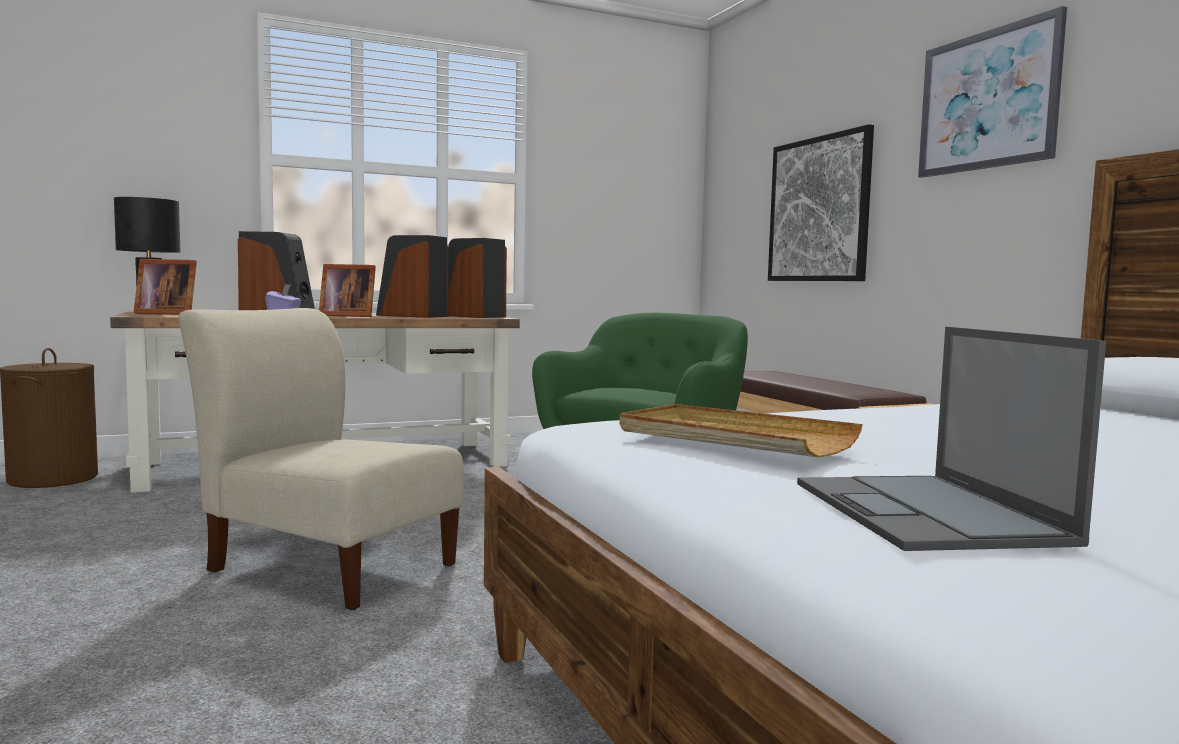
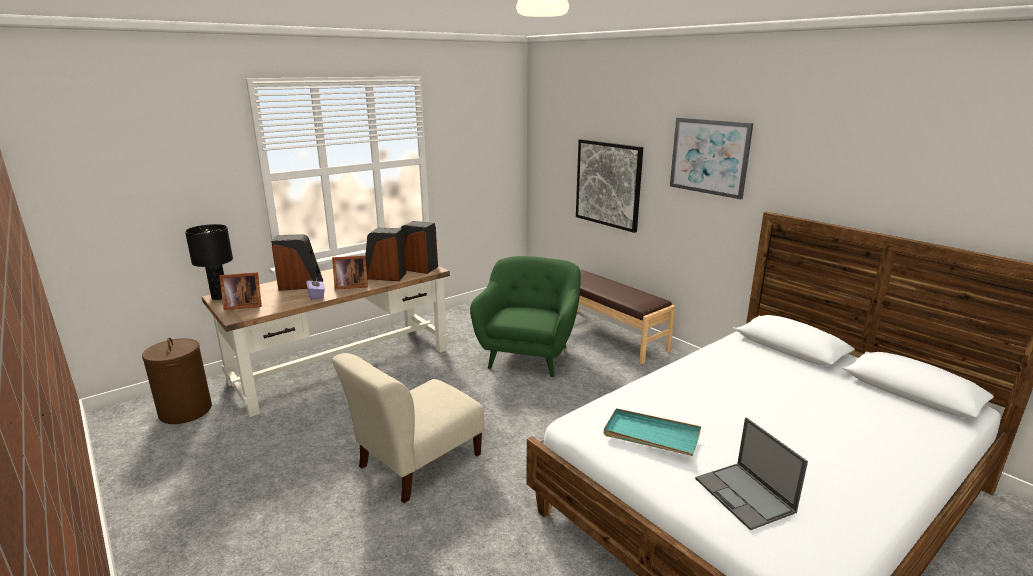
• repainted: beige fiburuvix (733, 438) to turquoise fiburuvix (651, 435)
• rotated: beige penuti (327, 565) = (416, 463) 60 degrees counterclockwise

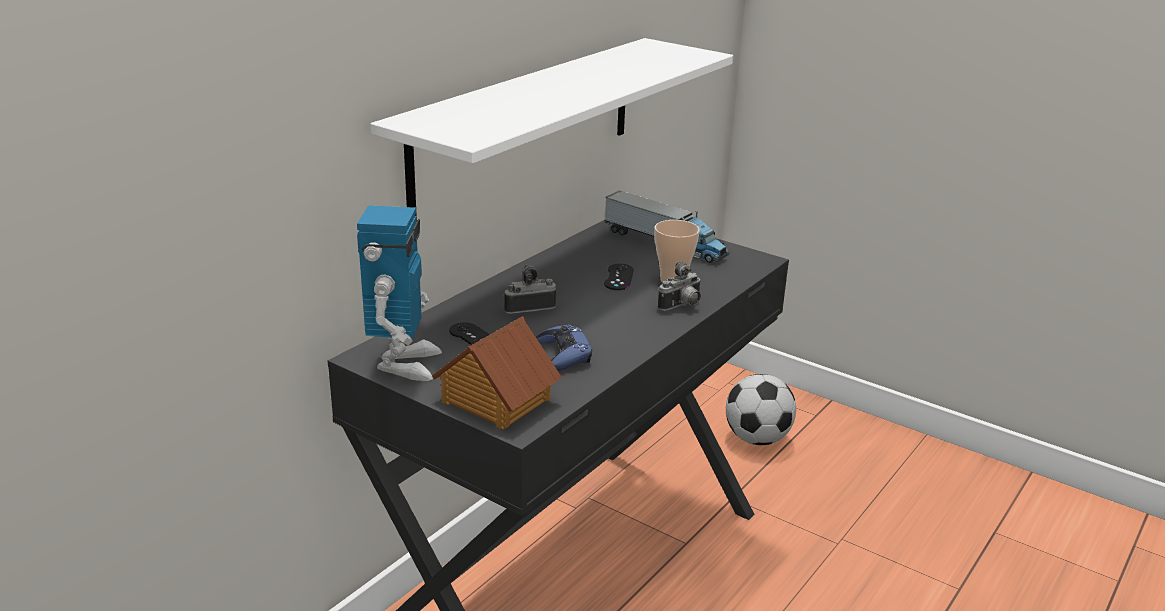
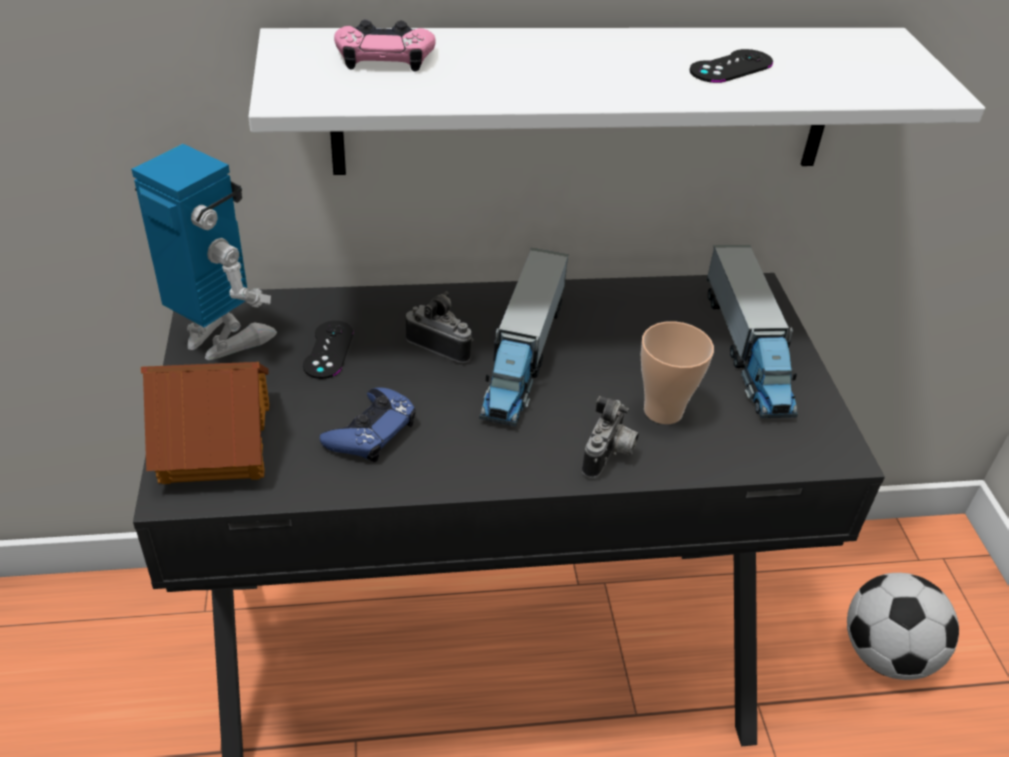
• new: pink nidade (384, 57)
• new: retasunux (523, 355)
• shifted: black nidade (618, 277) to (731, 67)
• rotated: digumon (403, 363) = (221, 338) 105 degrees counterclockwise
• rotated: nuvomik (682, 306) = (609, 455) 75 degrees counterclockwise

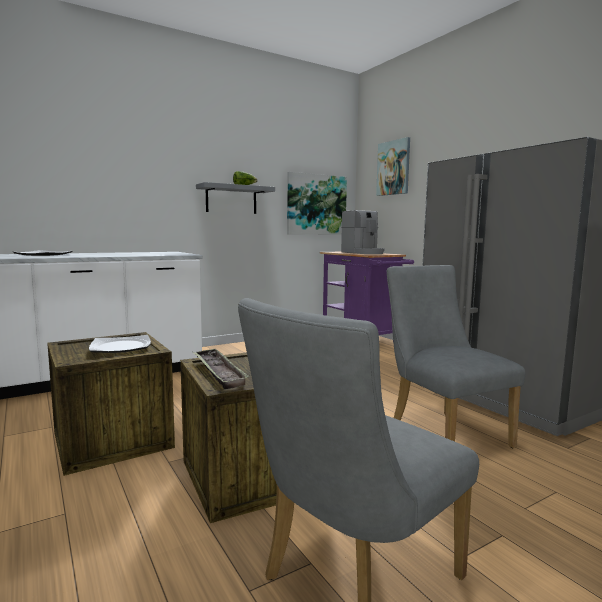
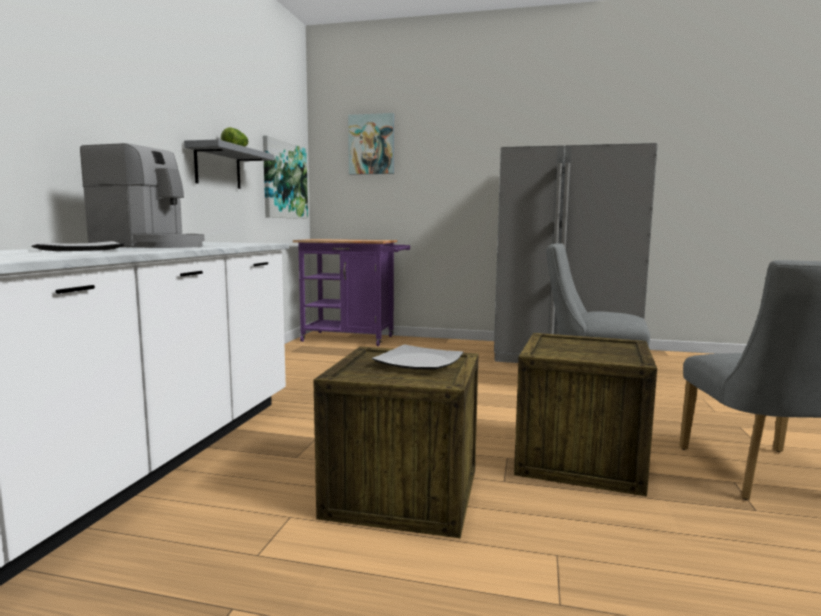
• gone: fiburuvix (218, 372)
• shifted: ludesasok (363, 253) to (151, 246)

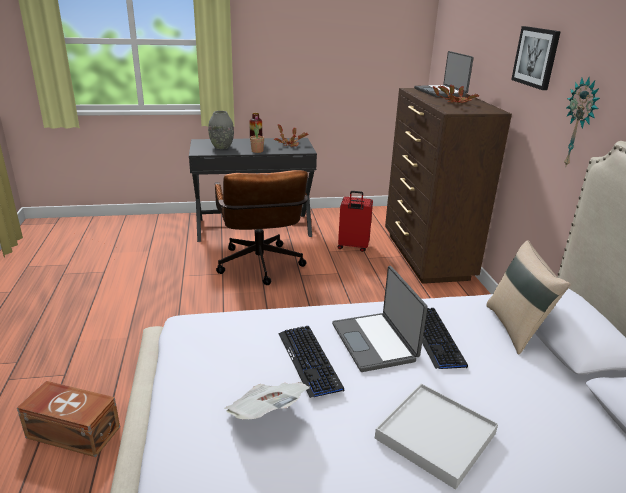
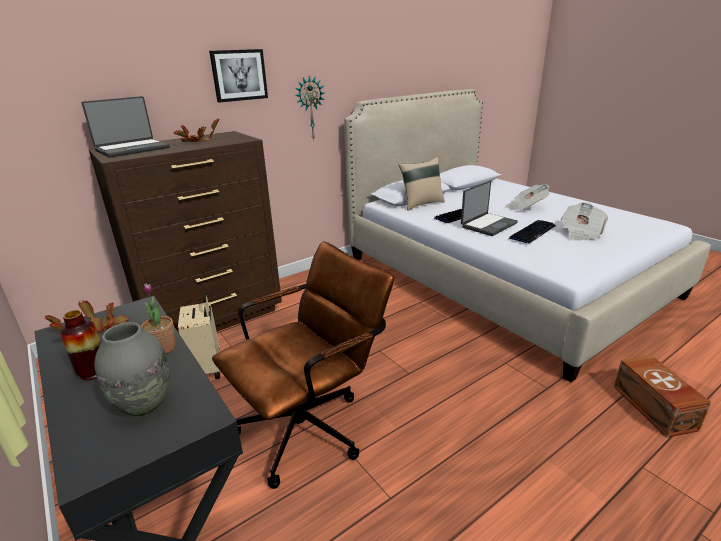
• swapped: white fiburuvix (435, 435) to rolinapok (526, 207)
• repainted: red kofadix (353, 247) to beige kofadix (208, 369)

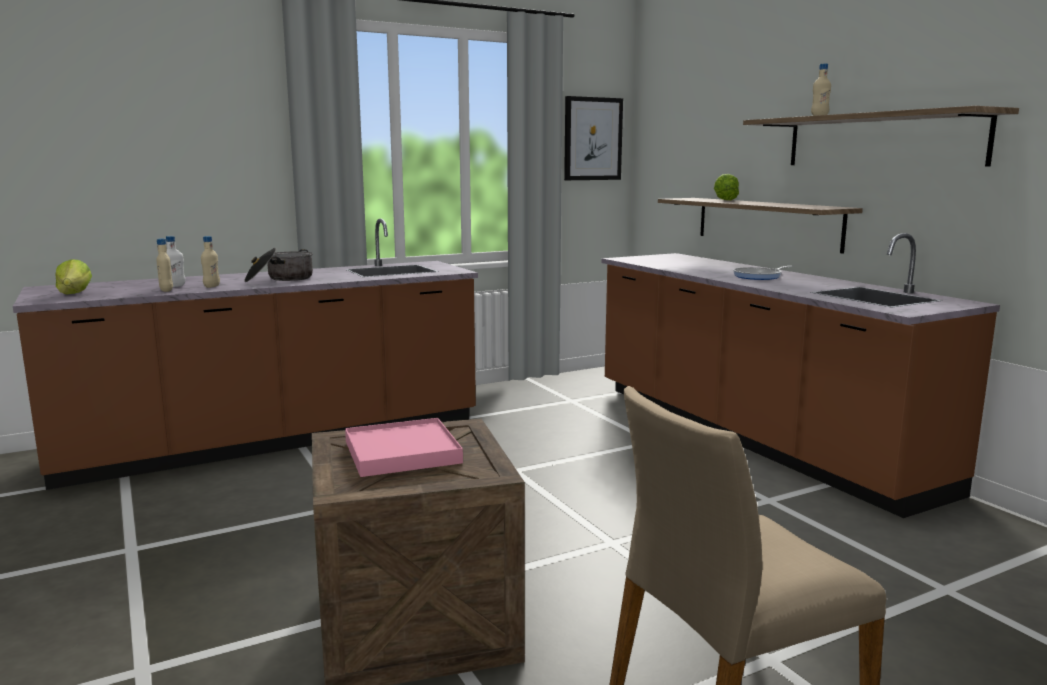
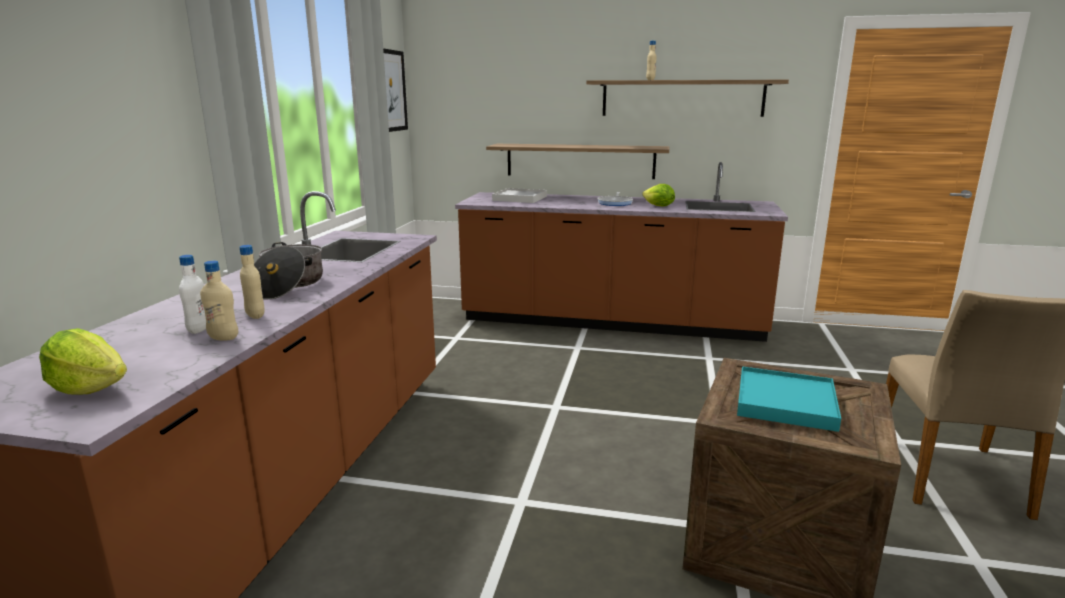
• new: white fiburuvix (520, 198)
• shifted: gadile (725, 200) to (658, 206)
• repainted: pink fiburuvix (402, 452) to turquoise fiburuvix (786, 403)

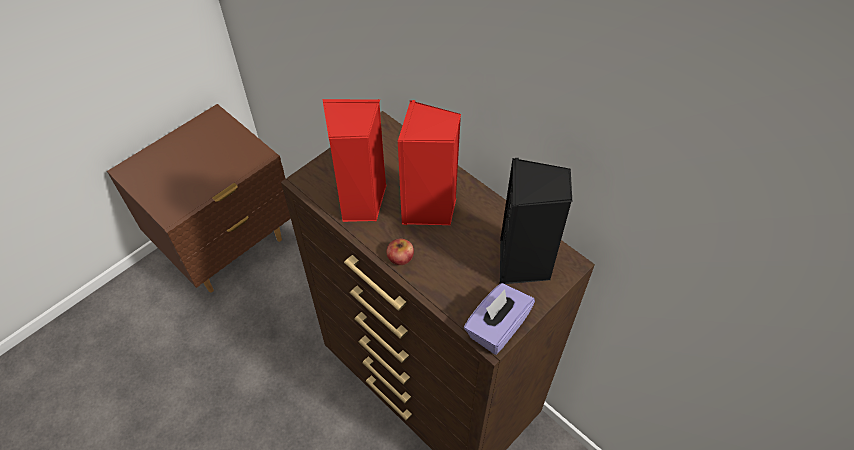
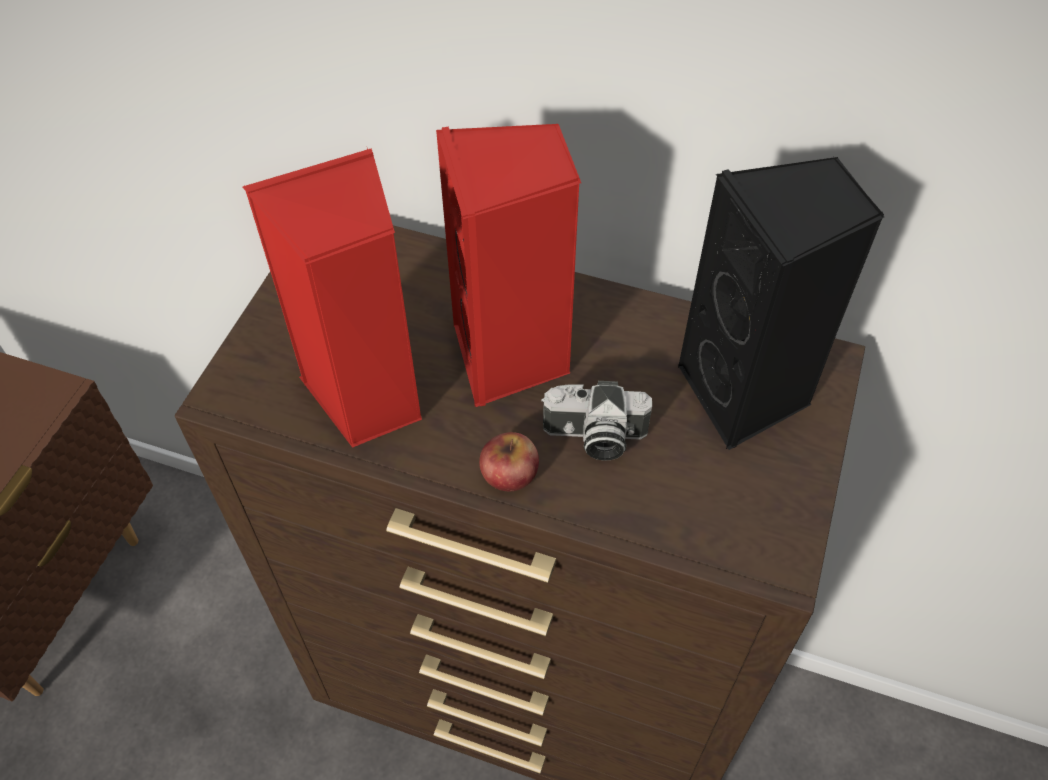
• gone: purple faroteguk (496, 327)
• new: nuvomik (594, 437)

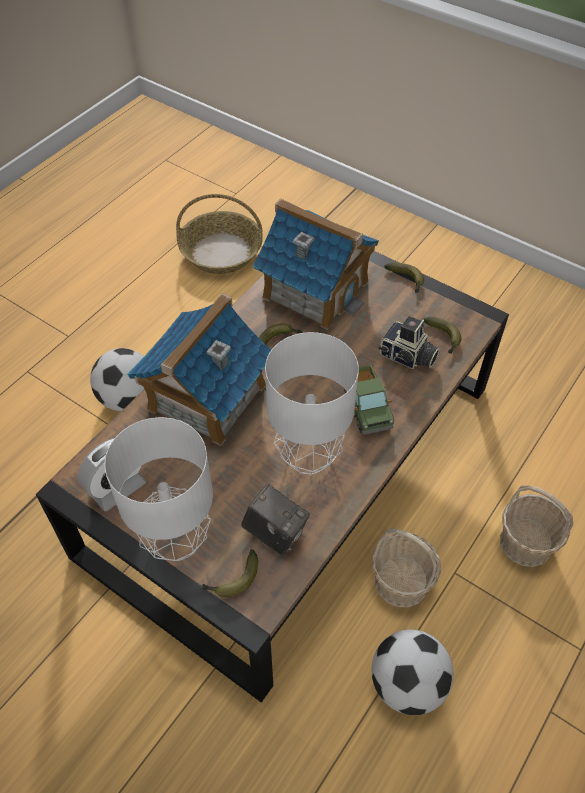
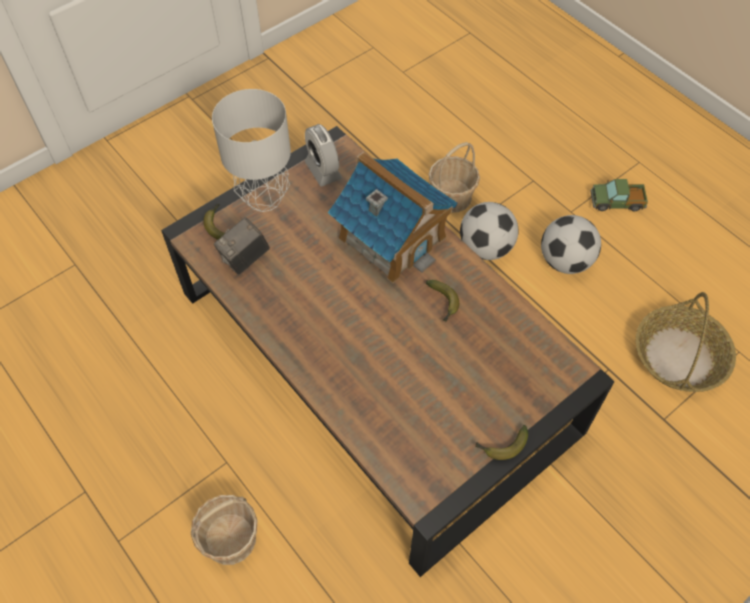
• gone: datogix (315, 289)
• gone: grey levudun (307, 456)
• gone: nuvomik (407, 357)
• gone: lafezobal (443, 338)
• shifted: retasunux (366, 406) to (616, 202)
• shifted: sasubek (401, 581) to (452, 196)
• shifted: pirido (407, 684) to (565, 261)

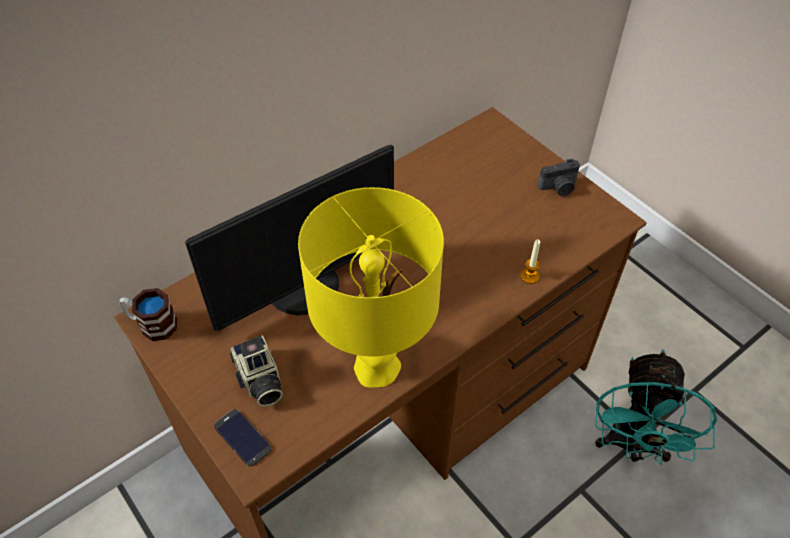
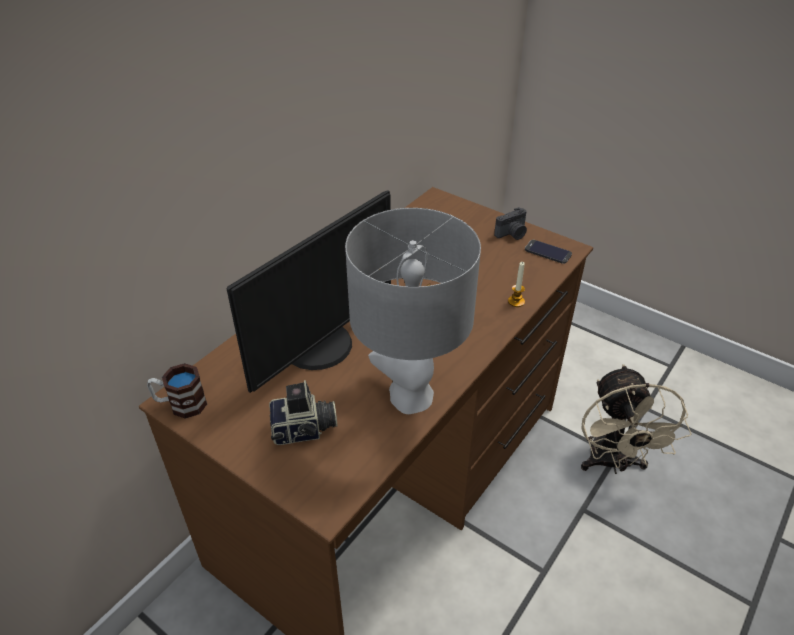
• shifted: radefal (242, 437) to (548, 252)
• repainted: yellow levudun (375, 366) to grey levudun (410, 395)
• repainted: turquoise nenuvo (632, 446) to beige nenuvo (612, 463)
• rotated: nuvomik (259, 381) = (304, 430) 60 degrees counterclockwise

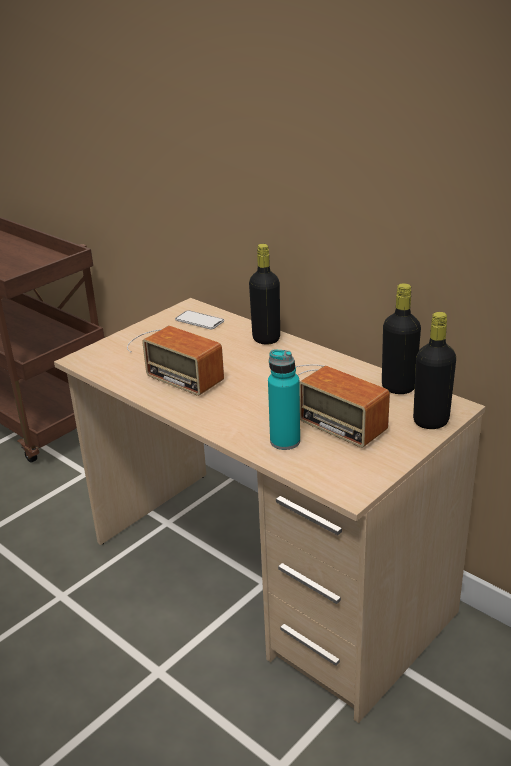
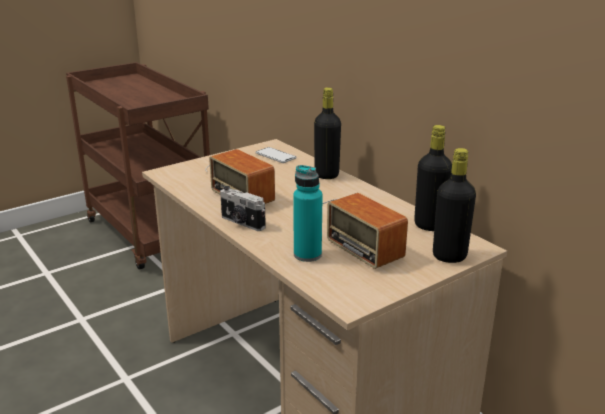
• new: nuvomik (242, 223)

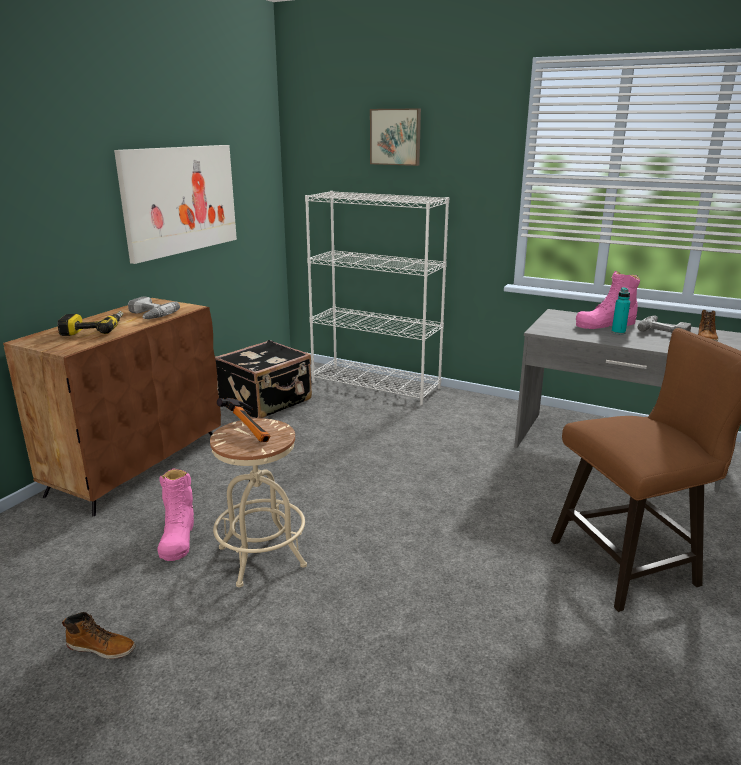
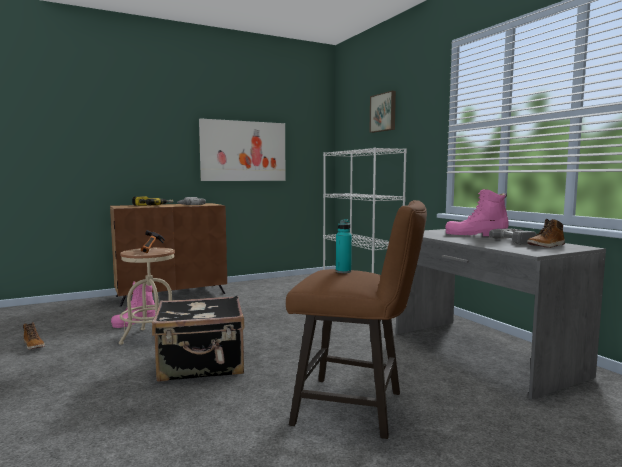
• shifted: black kofadix (267, 402) to (202, 365)
• shifted: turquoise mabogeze (618, 332) to (343, 271)

